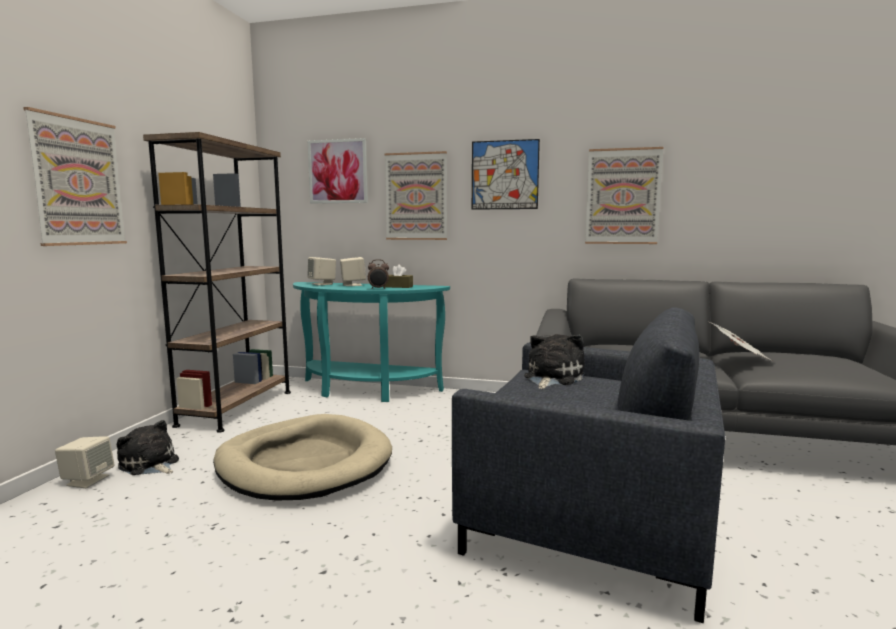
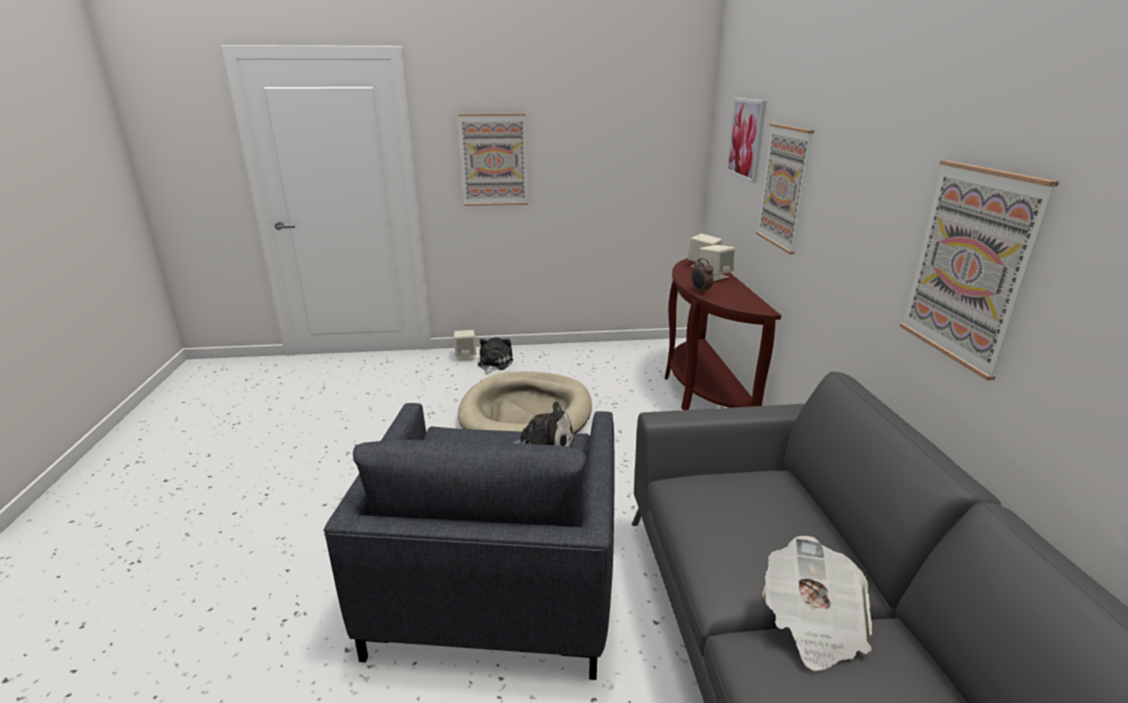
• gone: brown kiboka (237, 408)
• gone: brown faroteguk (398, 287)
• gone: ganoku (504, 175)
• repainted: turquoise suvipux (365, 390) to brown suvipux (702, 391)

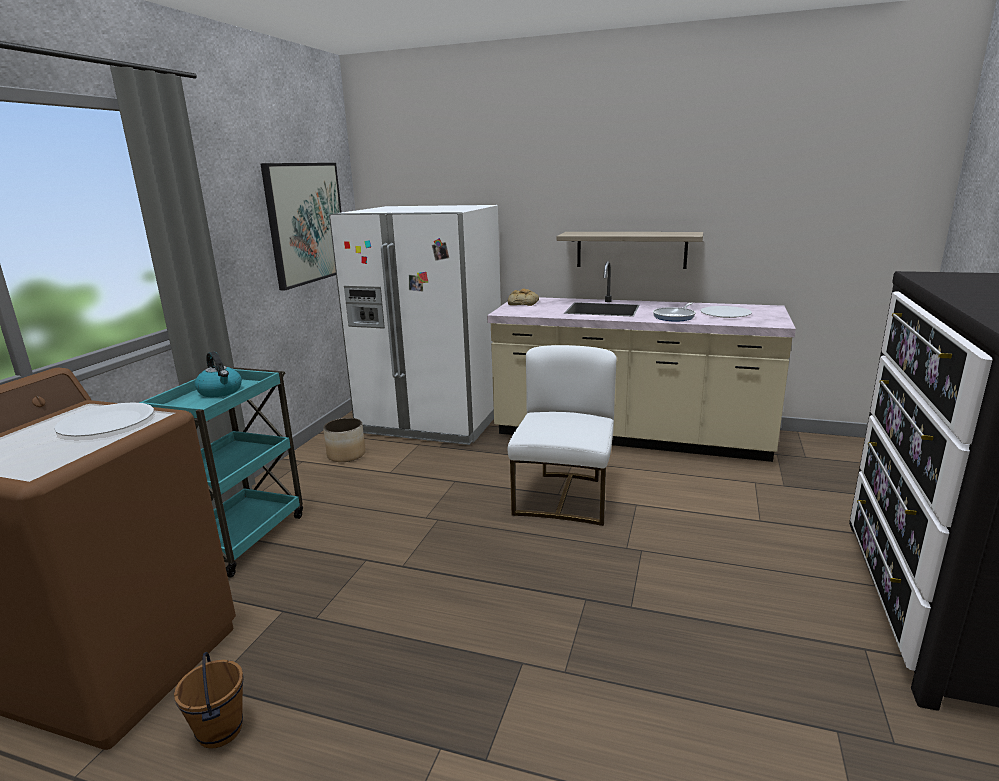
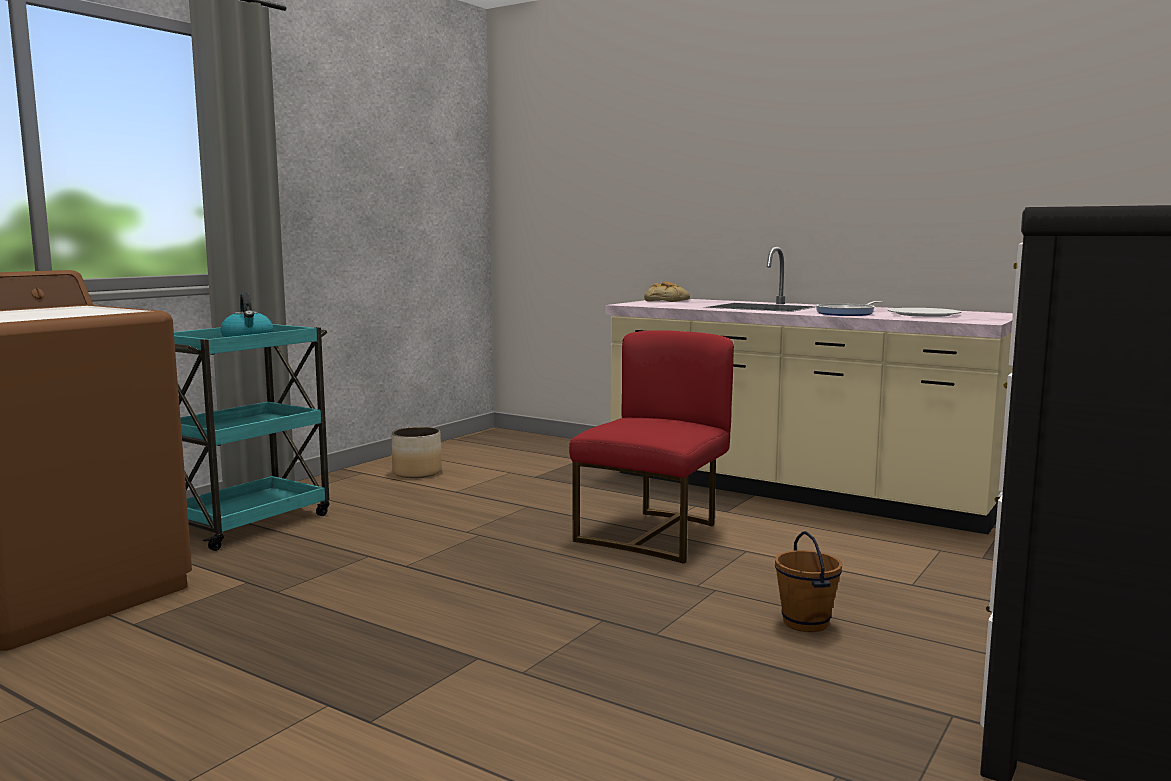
• gone: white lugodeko (106, 422)
• gone: ganoku (306, 223)
• gone: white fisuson (432, 421)
• gone: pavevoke (631, 249)
• shifted: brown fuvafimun (221, 730) to (806, 623)
• repainted: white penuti (564, 497) to red penuti (655, 534)

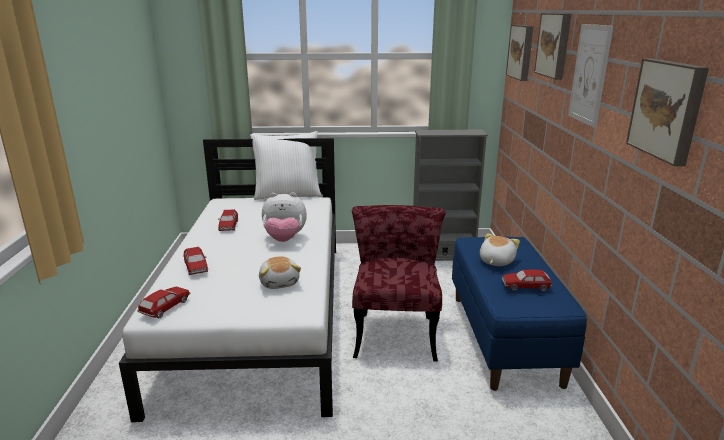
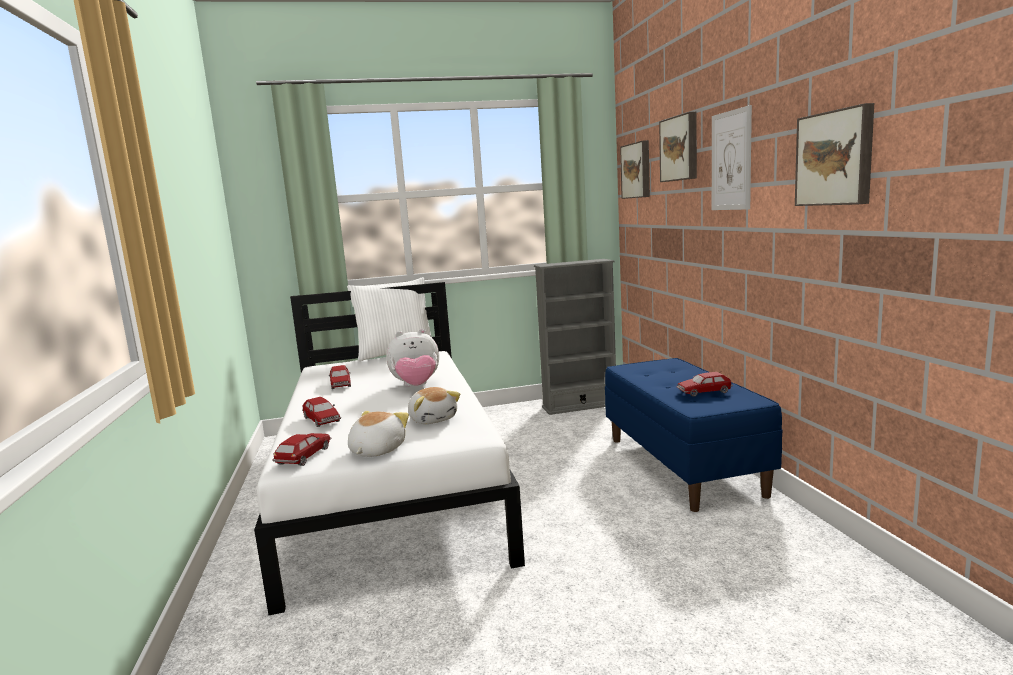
• gone: red penuti (395, 330)
• shifted: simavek (495, 261) to (376, 450)

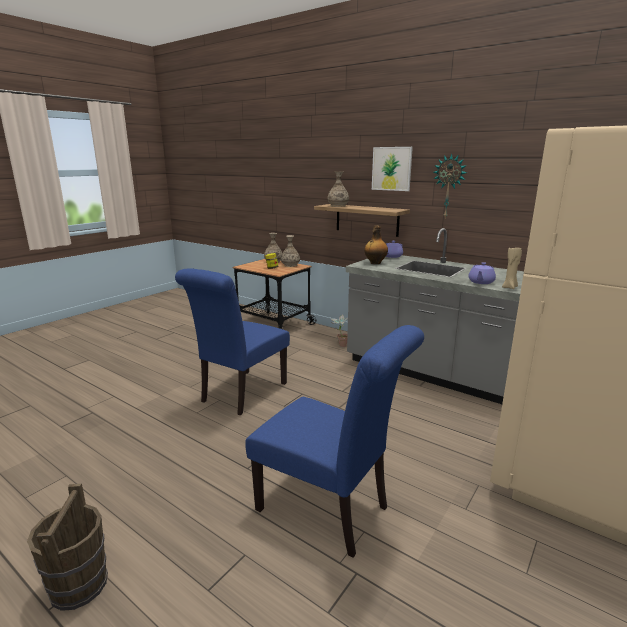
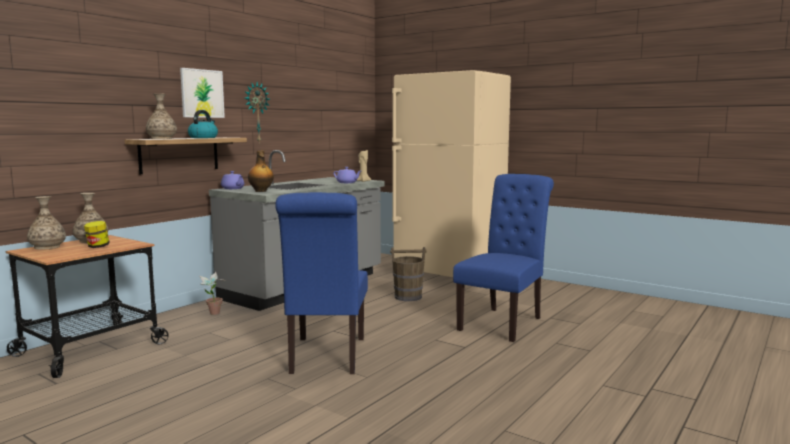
• new: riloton (203, 137)
• shifted: brown fuvafimun (78, 586) to (408, 297)
• rotated: blue penuti (240, 394) = (326, 357) 60 degrees clockwise

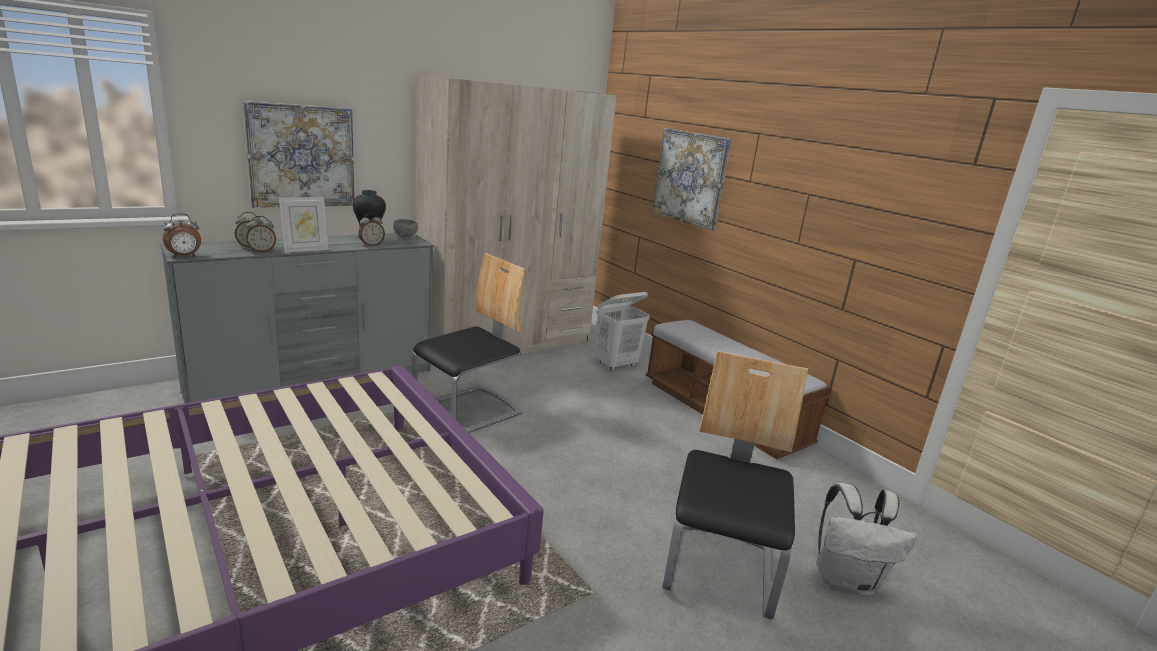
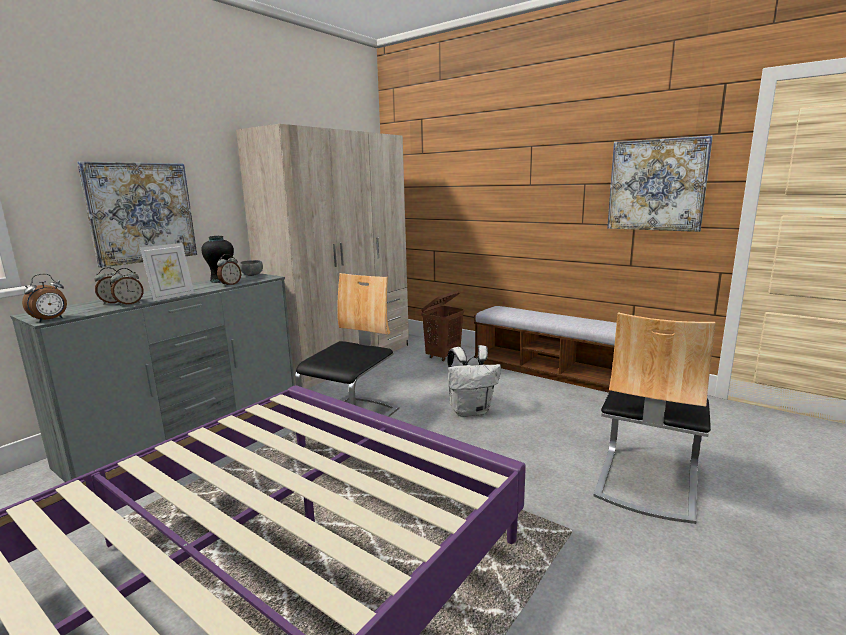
• shifted: ganoku (690, 178) to (656, 185)
• shifted: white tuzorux (847, 581) to (471, 411)
• repainted: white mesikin (616, 365) to brown mesikin (443, 356)
• rotated: penuti (720, 570) = (646, 482) 150 degrees counterclockwise

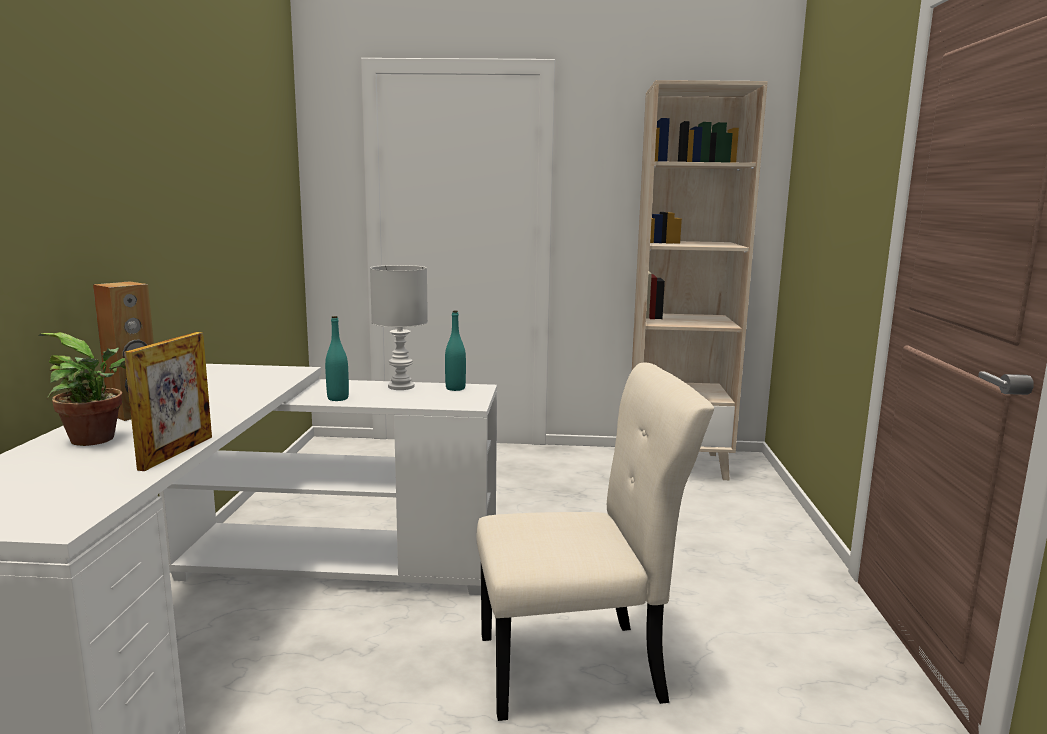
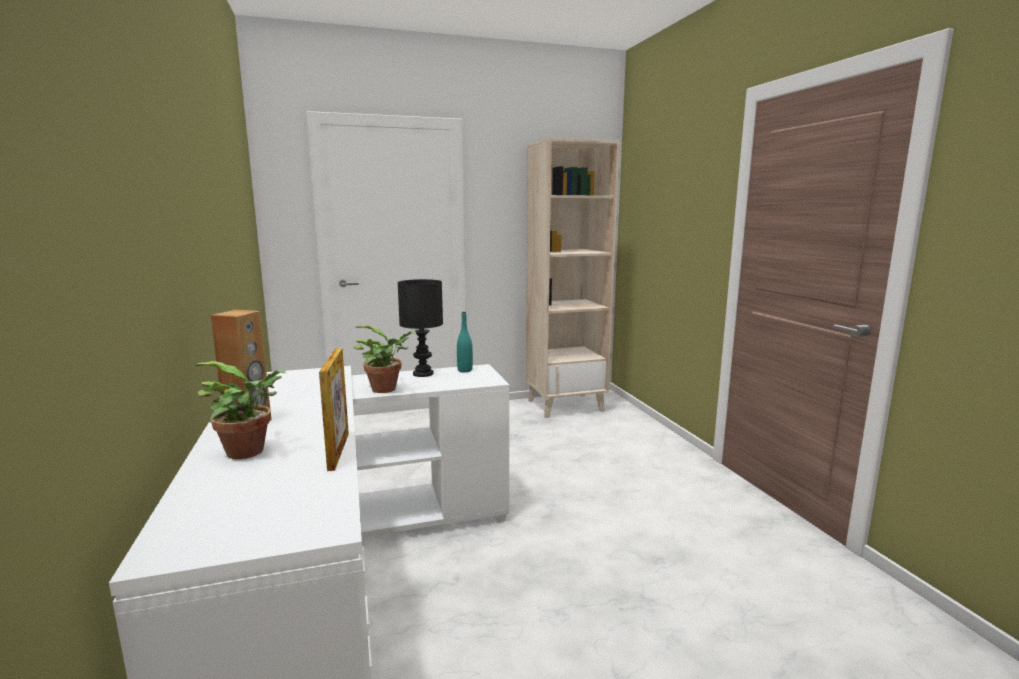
• gone: beige penuti (578, 668)
• swapped: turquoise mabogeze (338, 398) to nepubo (387, 389)
• repainted: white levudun (401, 386) to black levudun (422, 373)

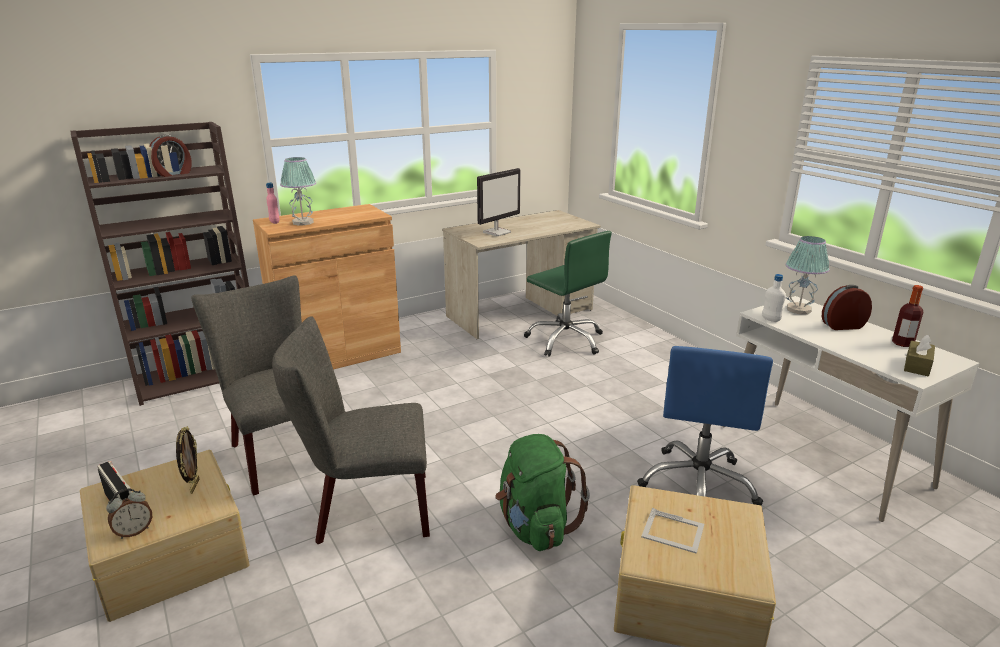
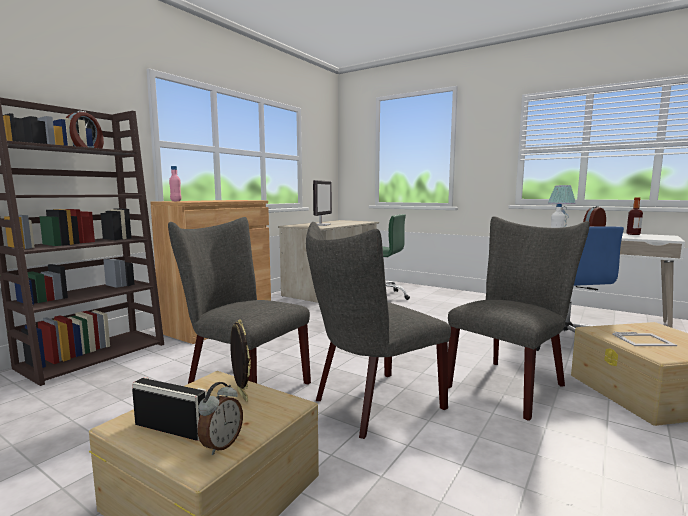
• gone: levudun (303, 222)
• gone: brown faroteguk (917, 365)
• swapped: green tuzorux (535, 527) to grey penuti (510, 384)

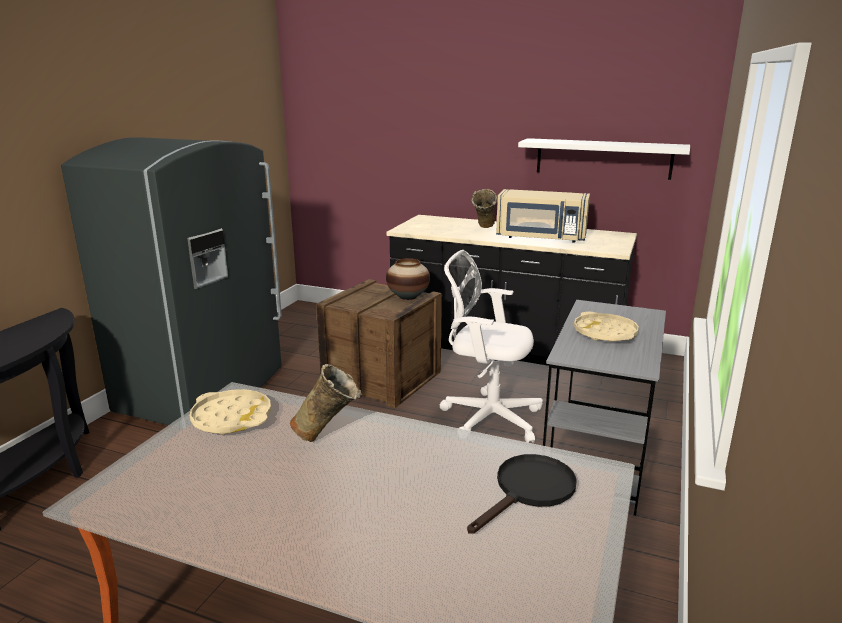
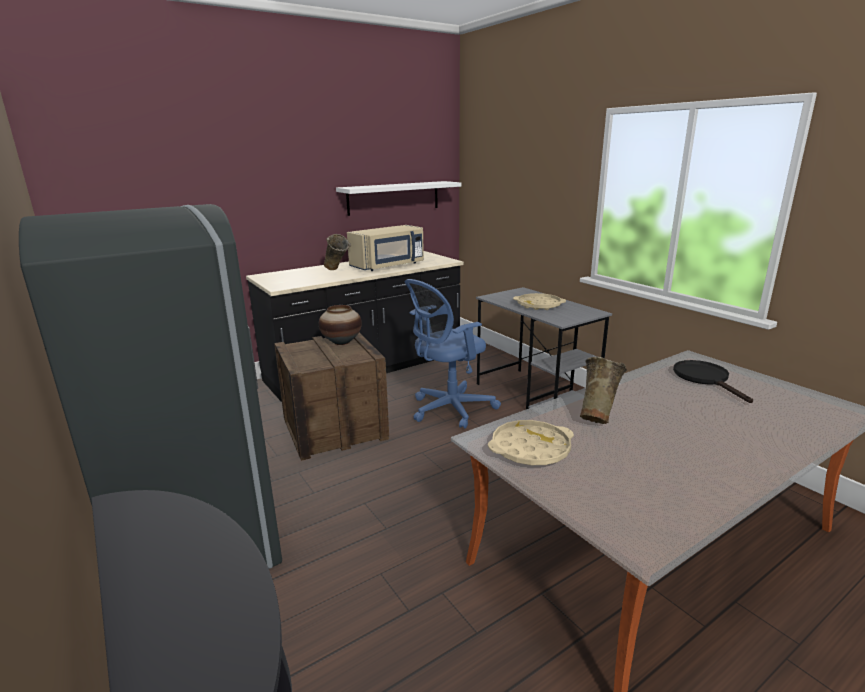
• repainted: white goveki (487, 417) to blue goveki (449, 409)

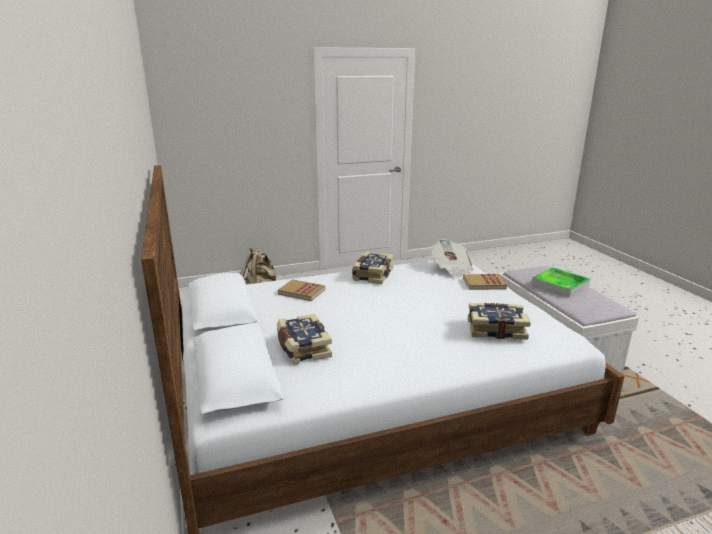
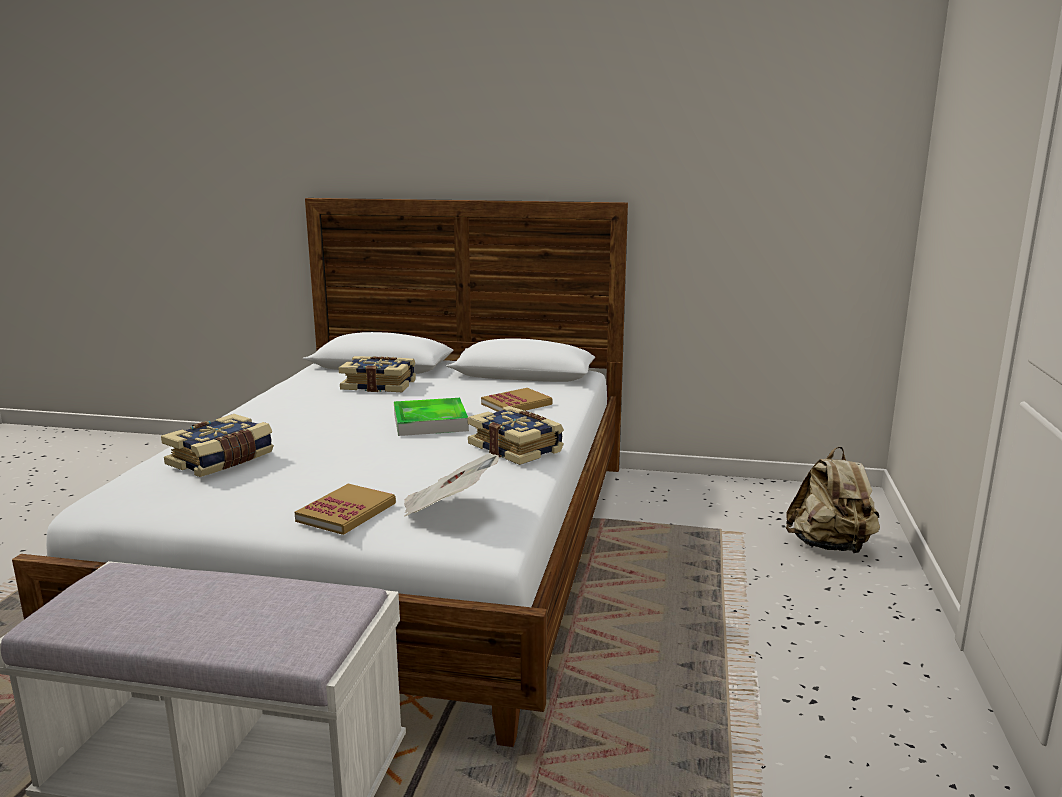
• shifted: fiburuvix (560, 285) to (430, 422)

